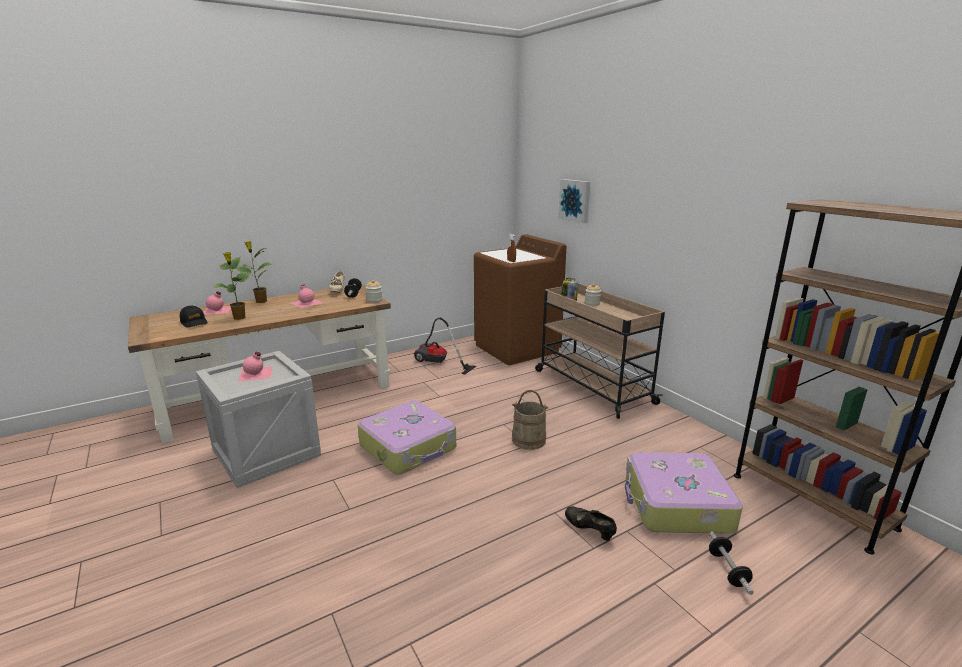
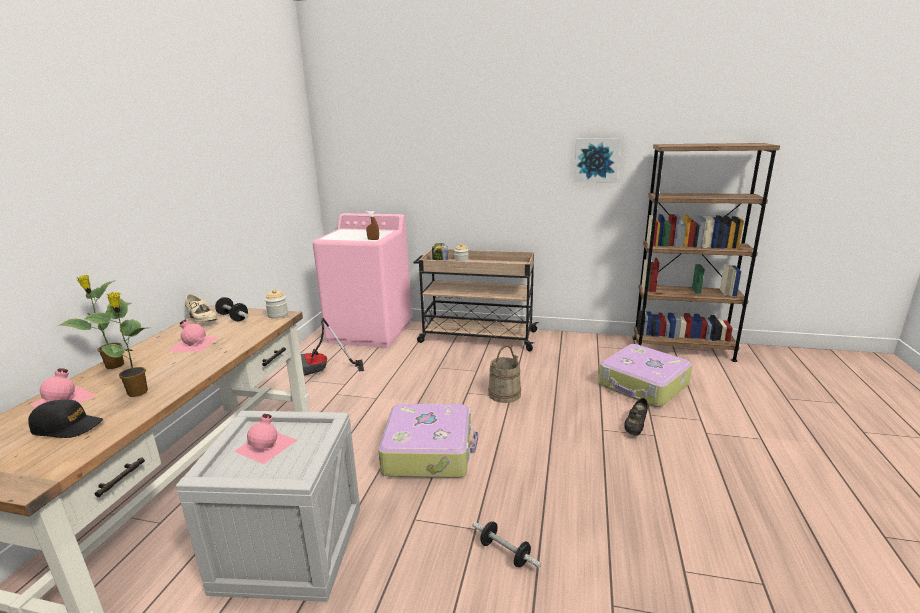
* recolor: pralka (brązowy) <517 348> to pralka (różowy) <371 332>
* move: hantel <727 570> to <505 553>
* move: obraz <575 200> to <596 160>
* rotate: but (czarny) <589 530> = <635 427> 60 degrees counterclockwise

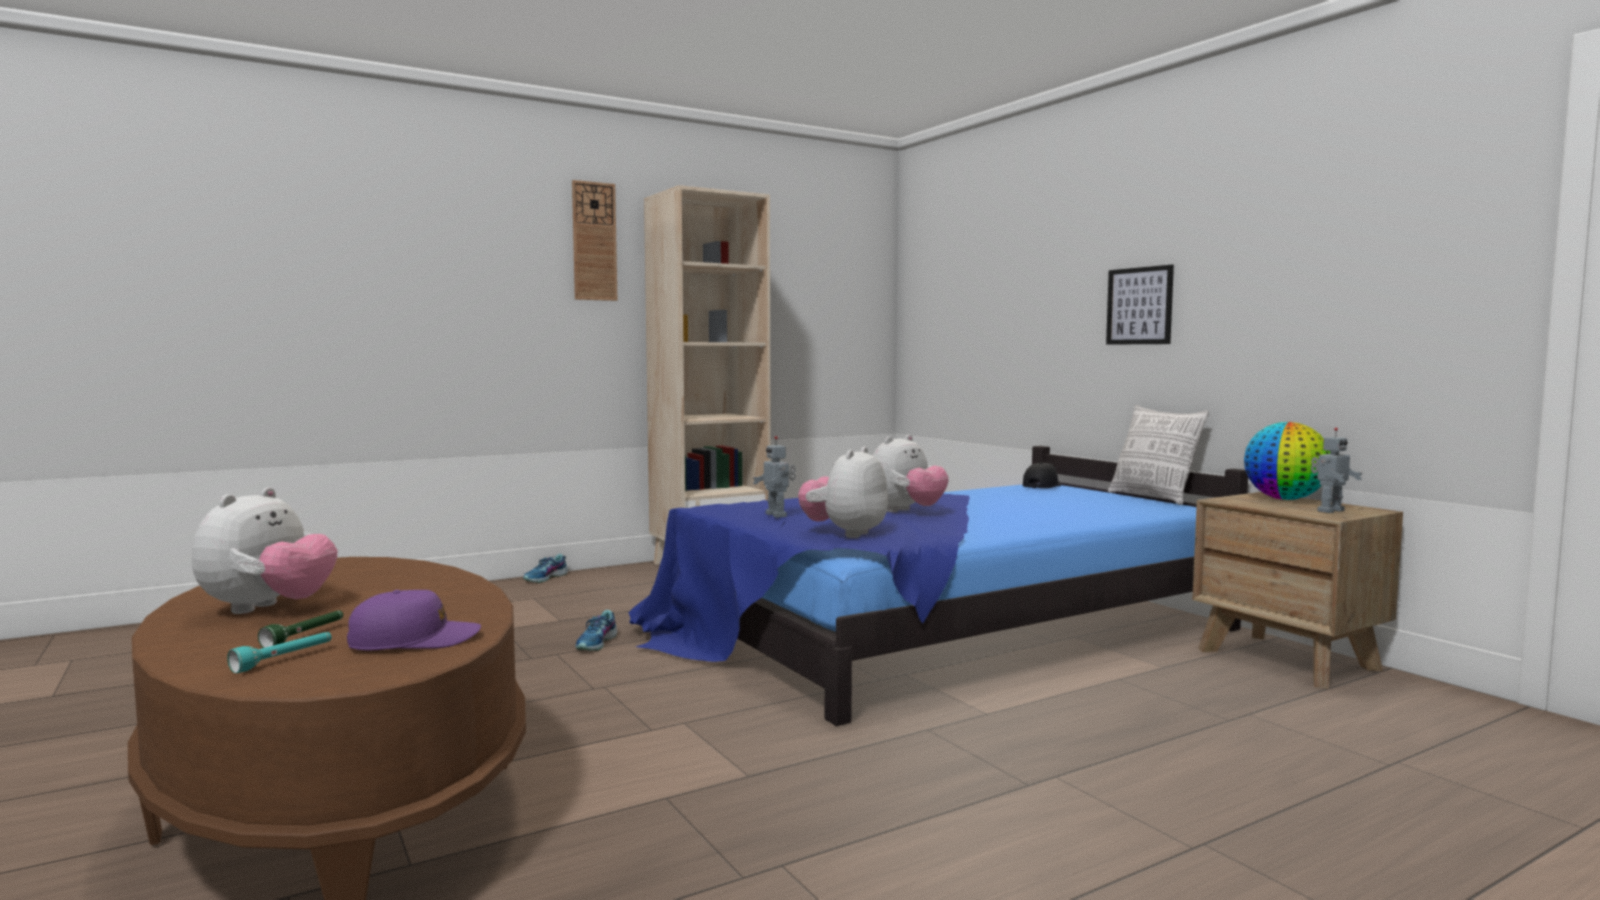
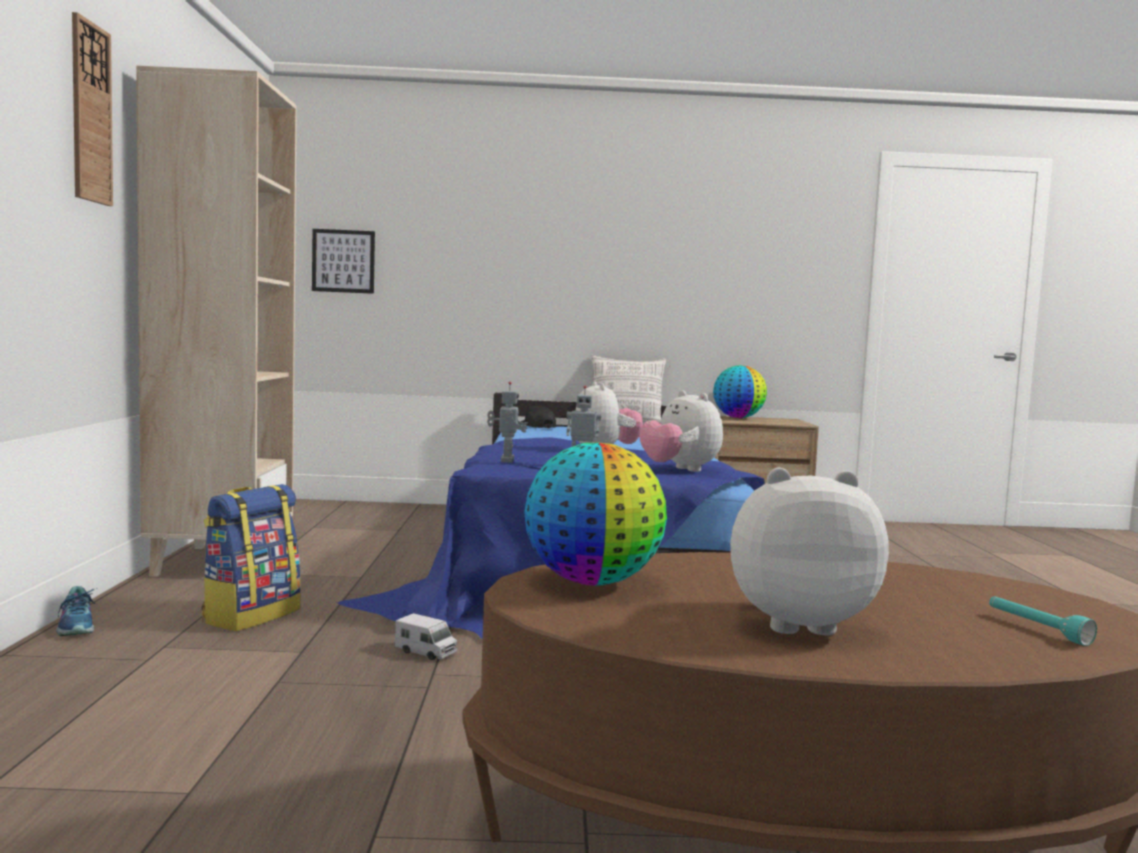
* insert: plecak <251 615>
* move: obraz <1139 306> to <343 261>
* replace: but <597 643> to ciężarówka zabawkowa <426 652>
* move: robot zabawkowy <1329 511> to <505 460>
* insert: globus <592 582>
* rotate: pluszak <268 609> = <796 623> 45 degrees counterclockwise
* delete: latarka (zielony) <305 636>
* delete: czapka z daszkiem (fioletowy) <414 640>

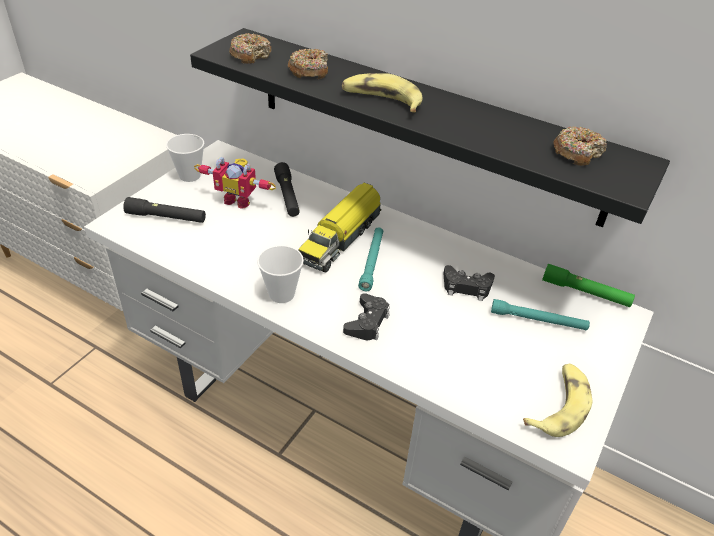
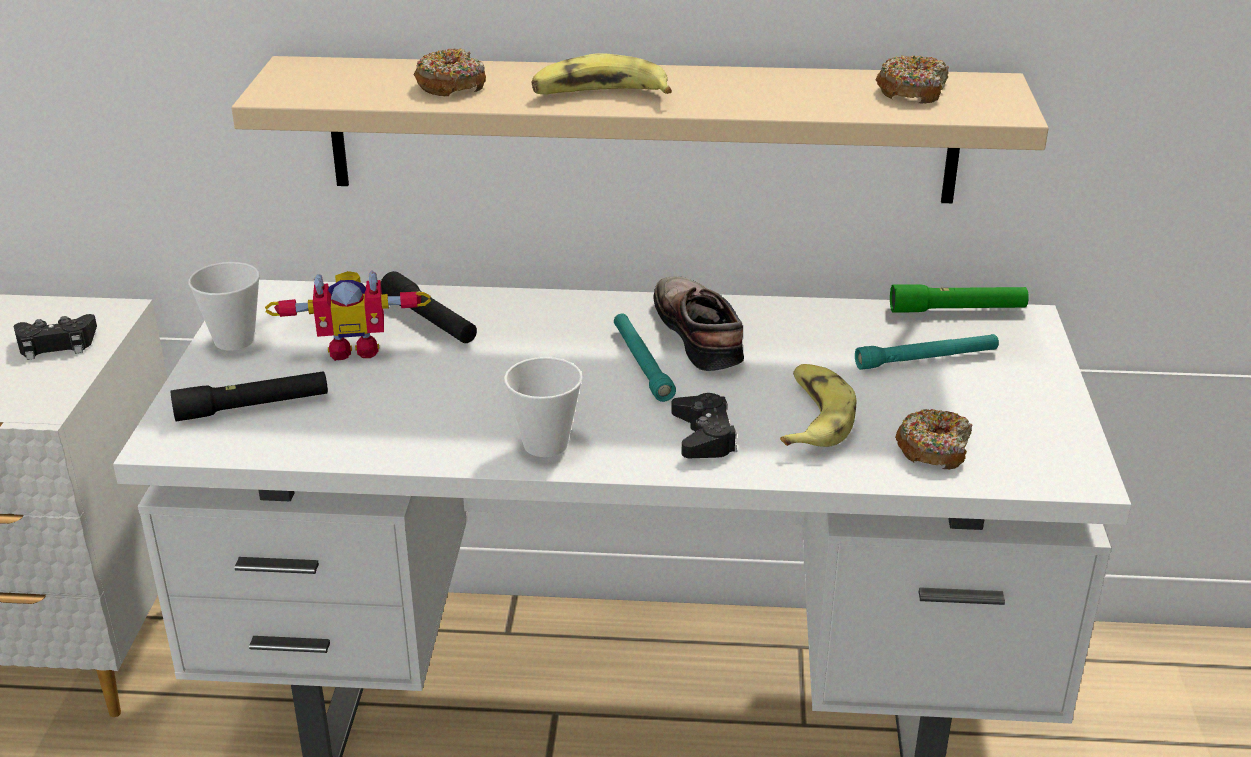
* move: pad do gier (czarny) <466 287> to <56 344>
* recolor: półka (czarny) <424 124> to półka (beżowy) <641 130>
* insert: but <703 334>
* move: banan <558 405> to <812 418>
* move: donut <250 55> to <933 449>
* delete: ciężarówka zabawkowa <341 237>

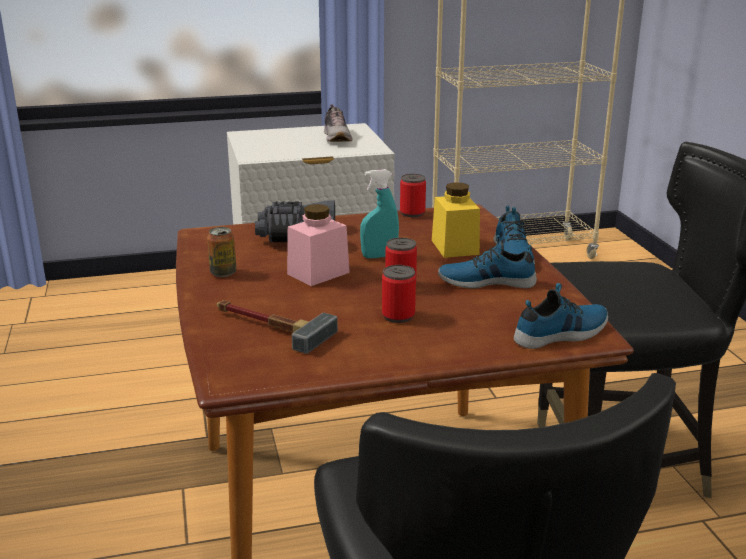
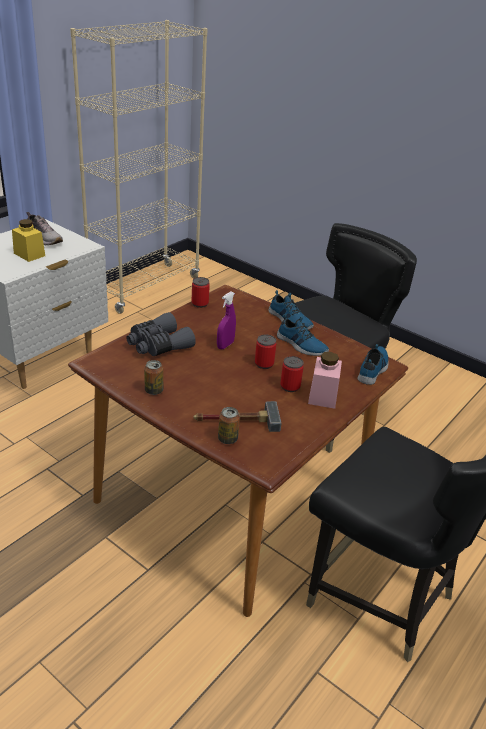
* move: słoik (żółty) <455 247> to <29 254>
* recolor: spryskiwacz (turkusowy) <379 256> to spryskiwacz (fioletowy) <225 345>
* insert: puszka <227 439>
* rotate: but <486 281> = <301 345> 105 degrees counterclockwise
* move: słoik (różowy) <318 273> to <323 396>

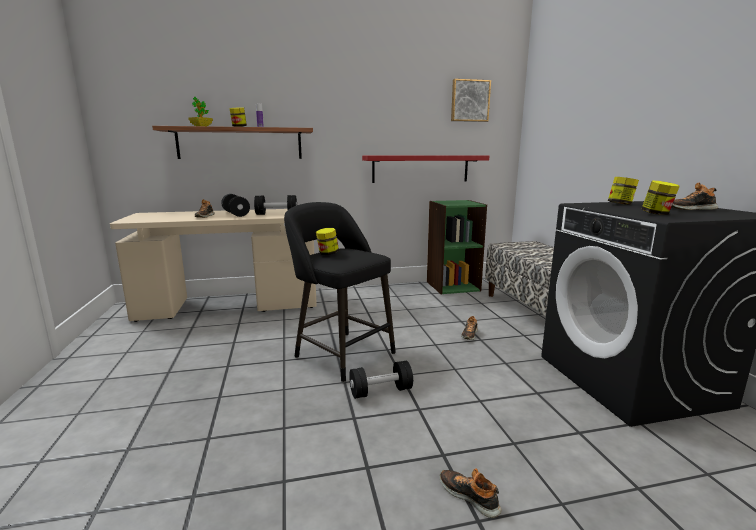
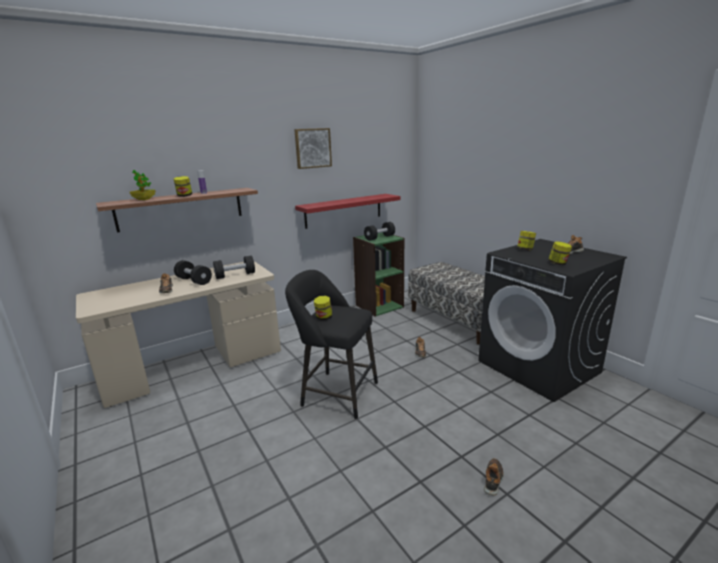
* move: obraz <469 101> to <312 148>
* move: hantel (czarny) <380 391> to <379 238>
* rotate: but <469 496> = <493 479> 90 degrees clockwise

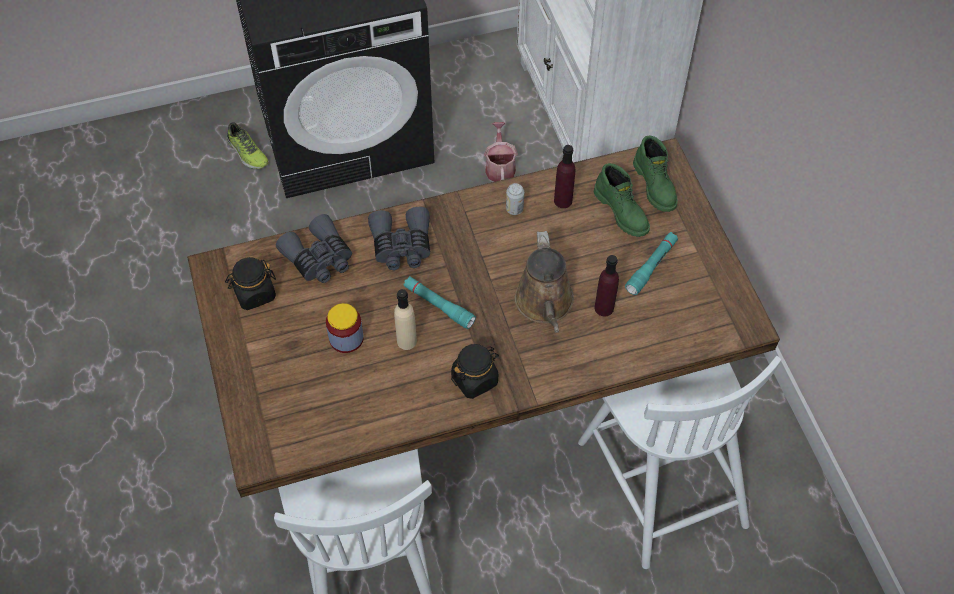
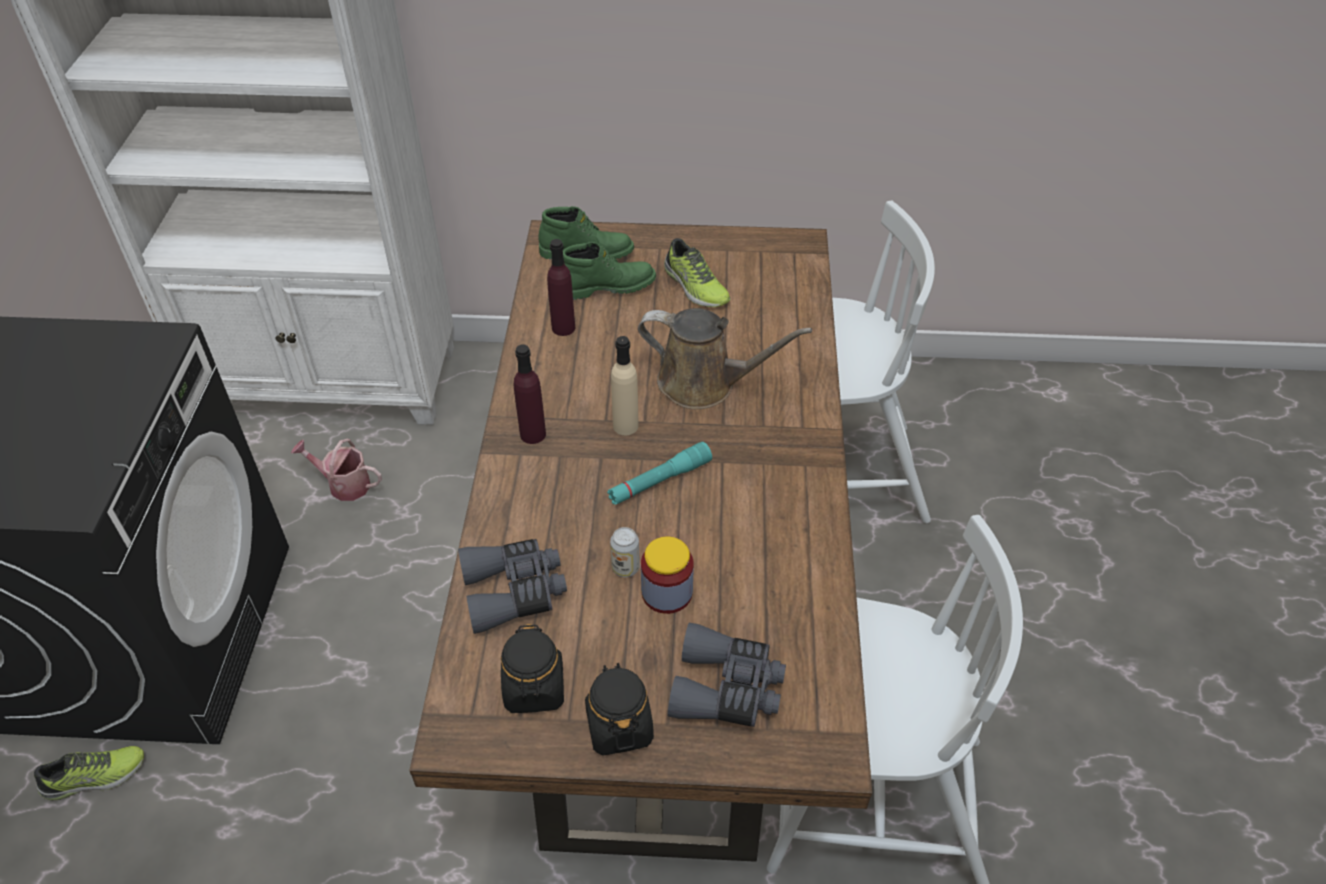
* move: butelka (fioletowy) <604 308> to <533 434>
* move: słoik (czarny) <475 379> to <619 726>
* move: puszka <514 209> to <625 568>
* move: butelka (beżowy) <406 341> to <625 426>
* replace: latarka (turkusowy) <651 266> to but <695 286>
* move: lornetka (szary) <401 246> to <727 688>

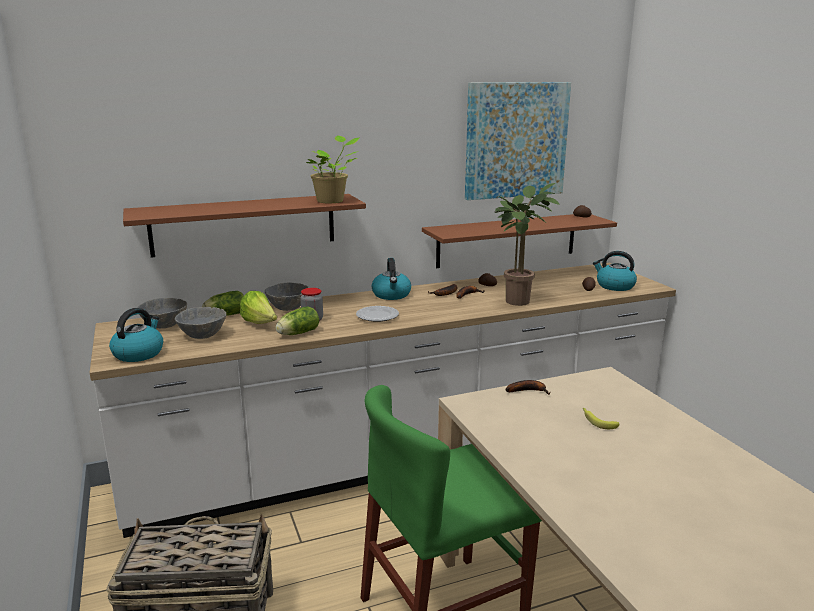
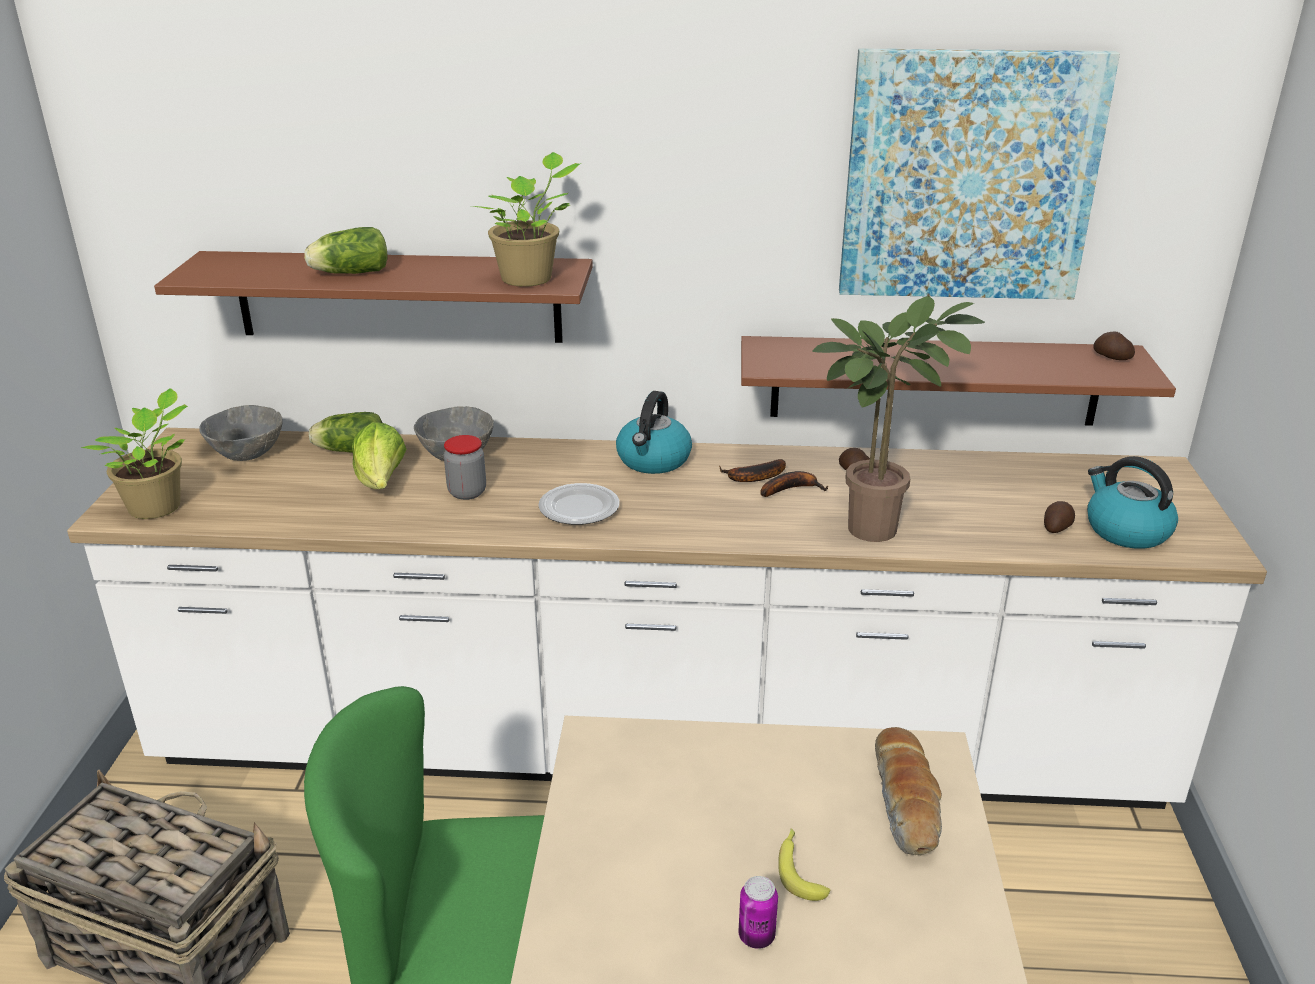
* replace: czajnik <139 353> to roślina doniczkowa <159 507>
* move: sałata <297 334> to <348 273>
* insert: puszka <756 936>
* insert: chleb <907 803>
* delete: miska (szary) <202 335>
* delete: banan <528 391>

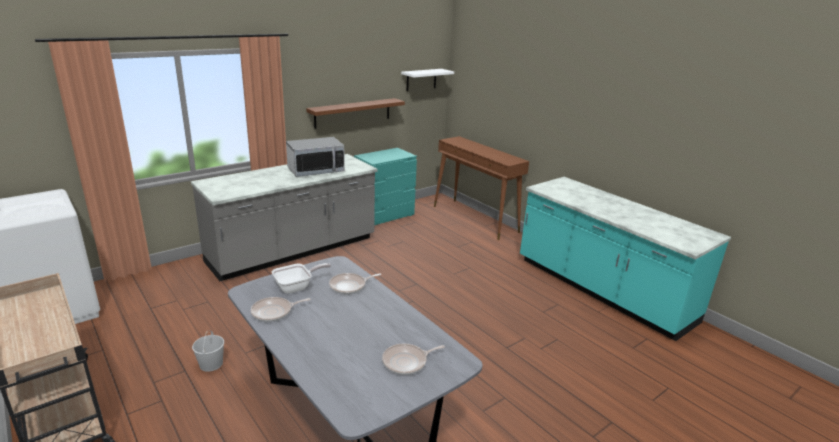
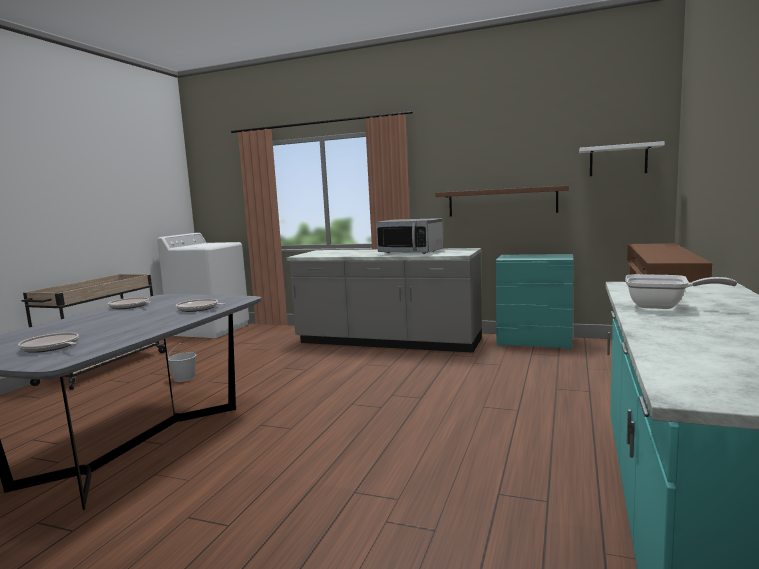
* move: patelnia <297 287> to <663 306>

